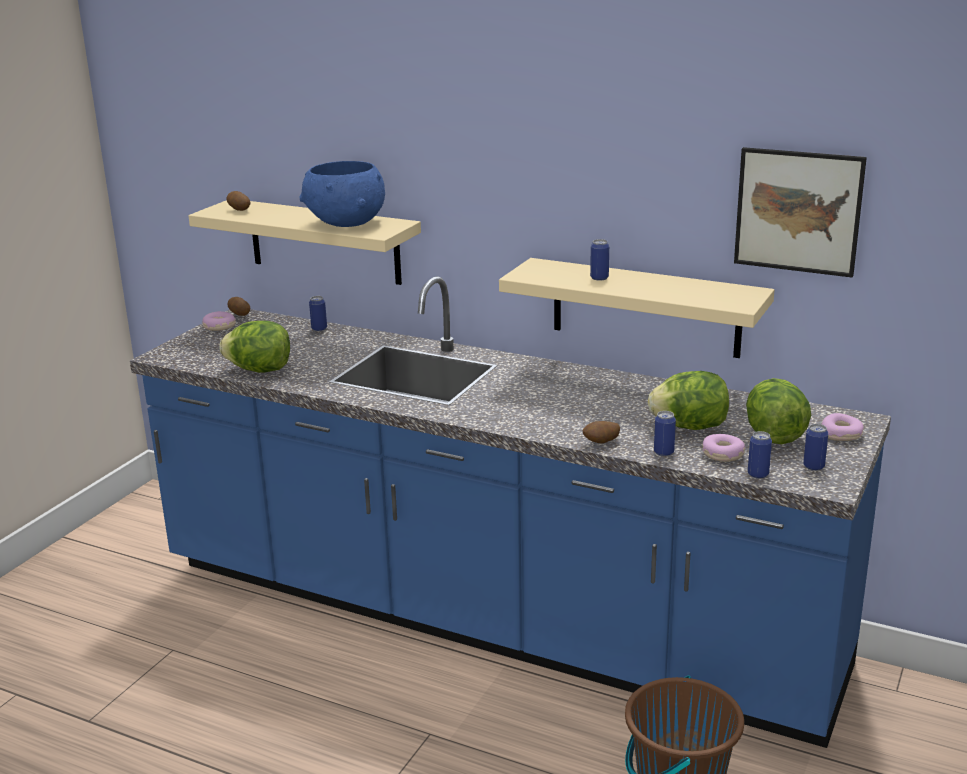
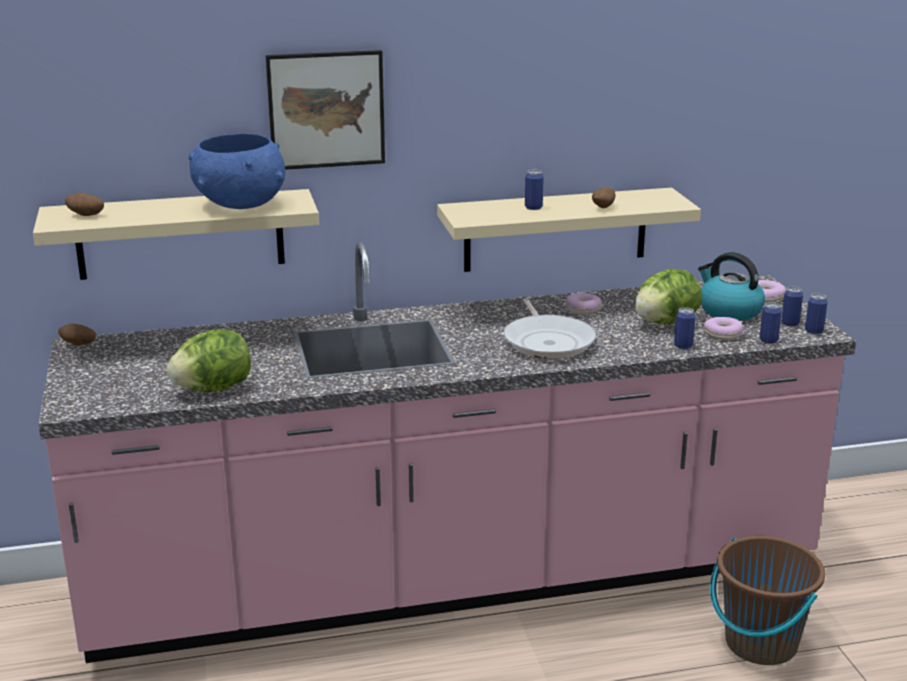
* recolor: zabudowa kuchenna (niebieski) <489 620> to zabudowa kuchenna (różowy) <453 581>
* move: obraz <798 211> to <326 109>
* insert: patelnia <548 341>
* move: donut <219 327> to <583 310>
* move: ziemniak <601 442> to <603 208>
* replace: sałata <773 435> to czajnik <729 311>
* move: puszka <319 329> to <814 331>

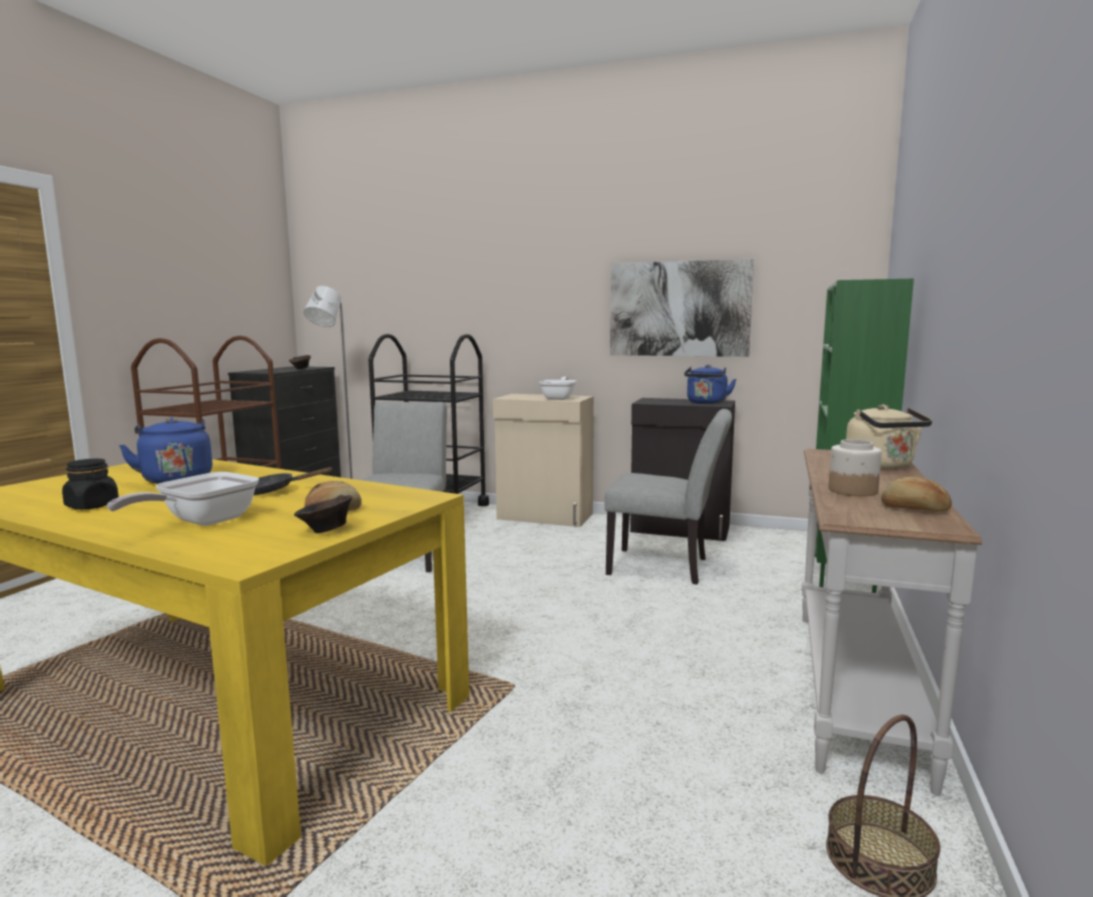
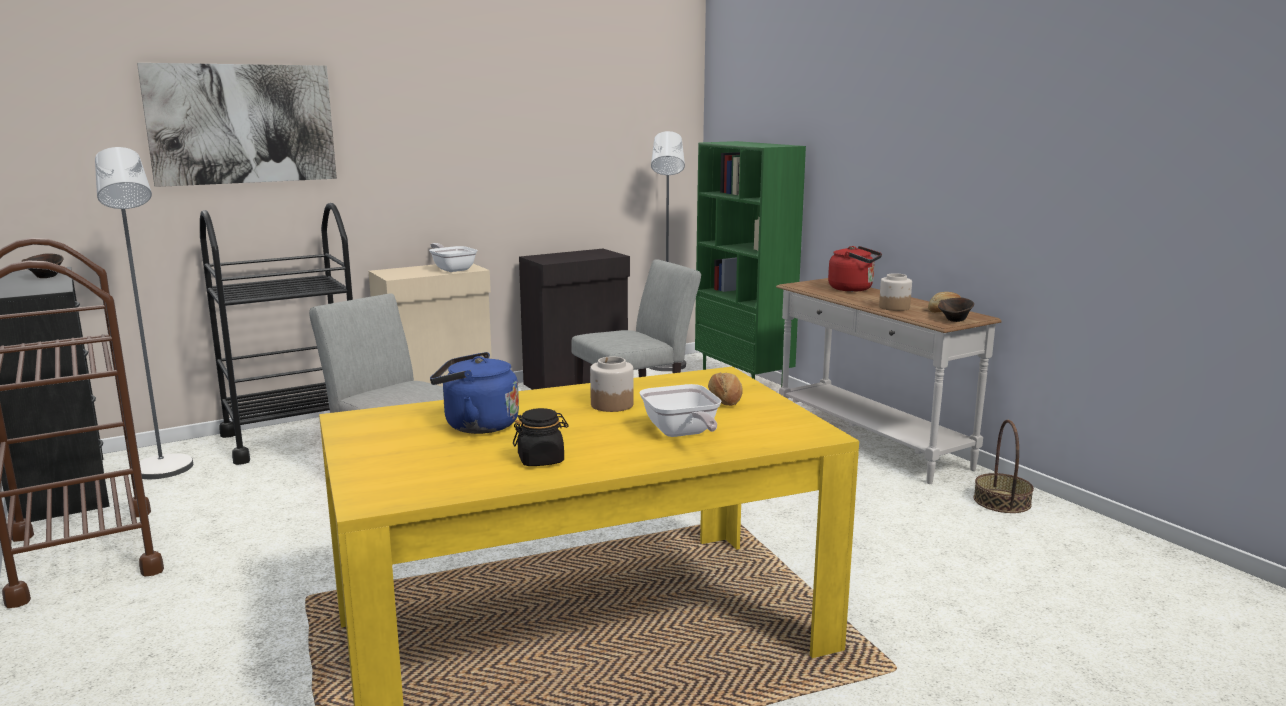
* move: obraz <679 309> to <242 124>
* replace: patelnia (czarny) <272 491> to słoik <611 405>
* insert: lampa stojąca (szary) <666 367>
* recolor: czajnik (beżowy) <882 466> to czajnik (czerwony) <853 289>
* move: miska (brązowy) <325 531> to <955 320>
* delete: czajnik (niebieski) <706 403>

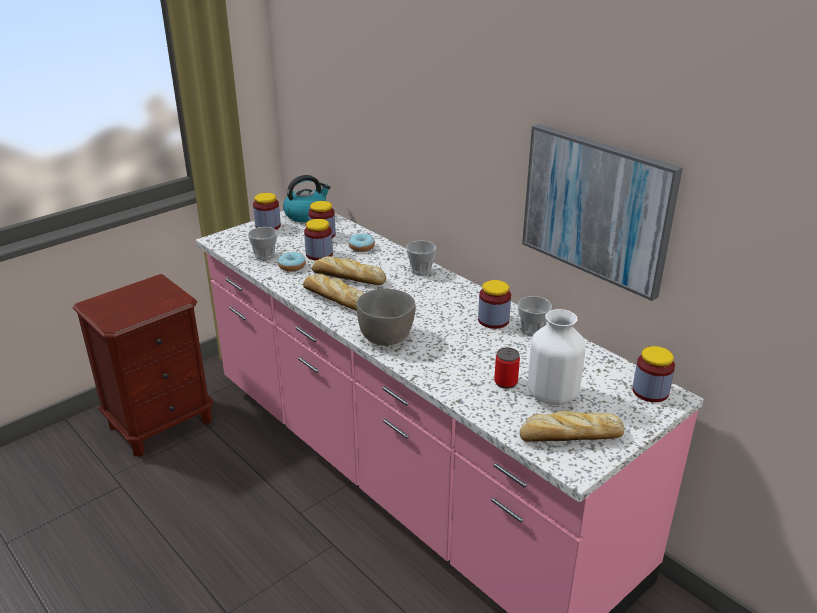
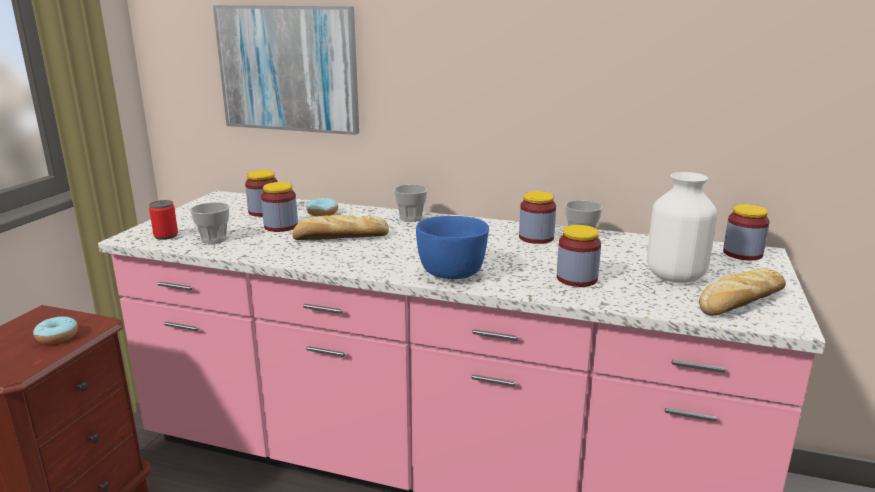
* move: donut <292 266> to <57 337>
* move: puszka <505 382> to <166 236>
* move: obraz <597 208> to <289 69>
* recolor: miska (szary) <387 337> to miska (niebieski) <452 272>
* move: słoik <268 226> to <576 279>
* delete: czajnik <306 215>
* delete: chleb <335 298>

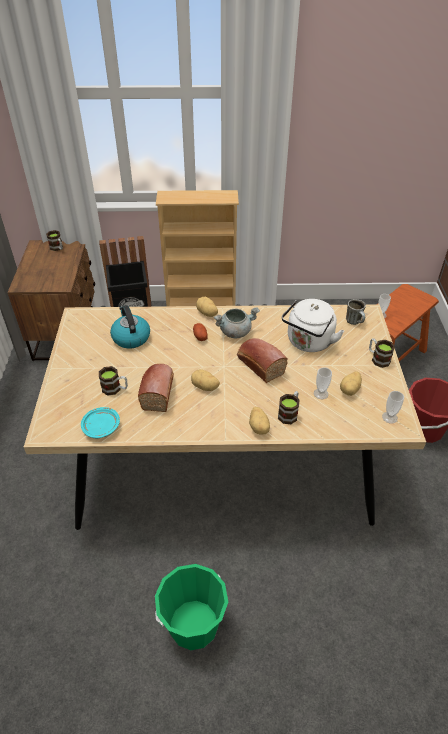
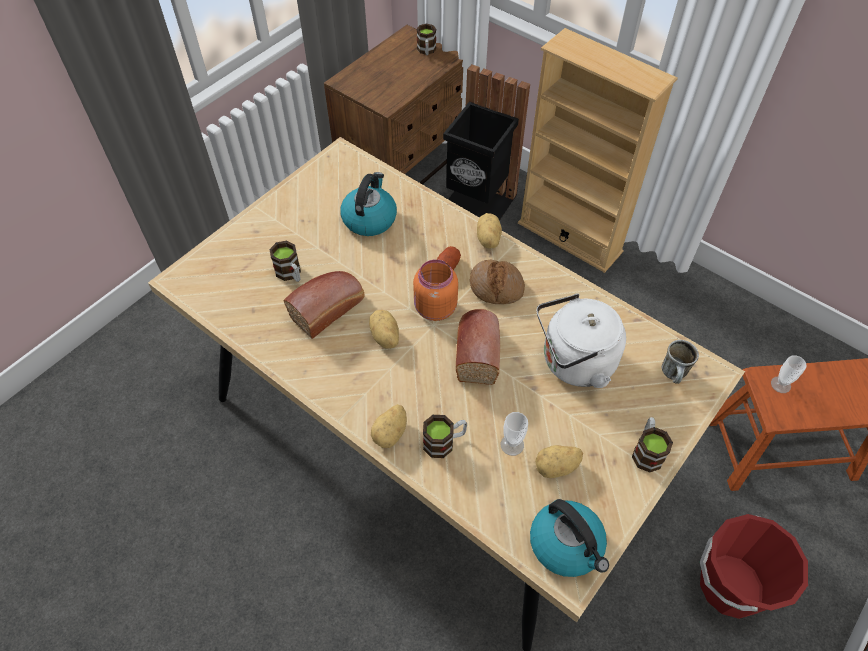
* insert: słoik (pomarańczowy) <434 308>
* replace: garnek (szary) <235 331> to chleb <496 286>
* replace: filiżanka <389 417> to czajnik <567 545>
* delete: talerz (turkusowy) <101 426>
* delete: wiadro (zielony) <193 624>

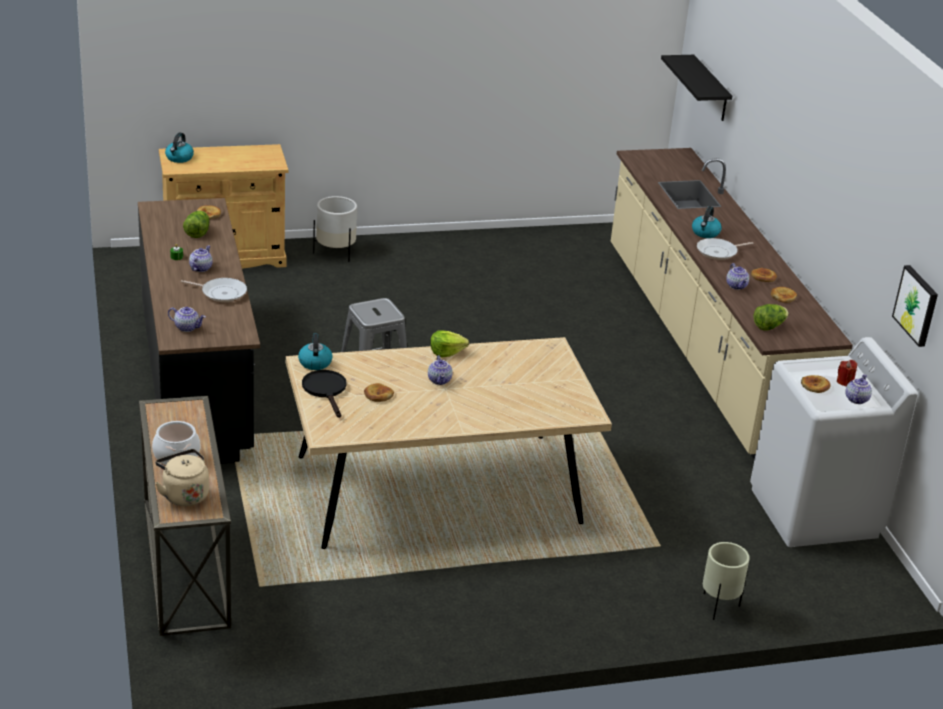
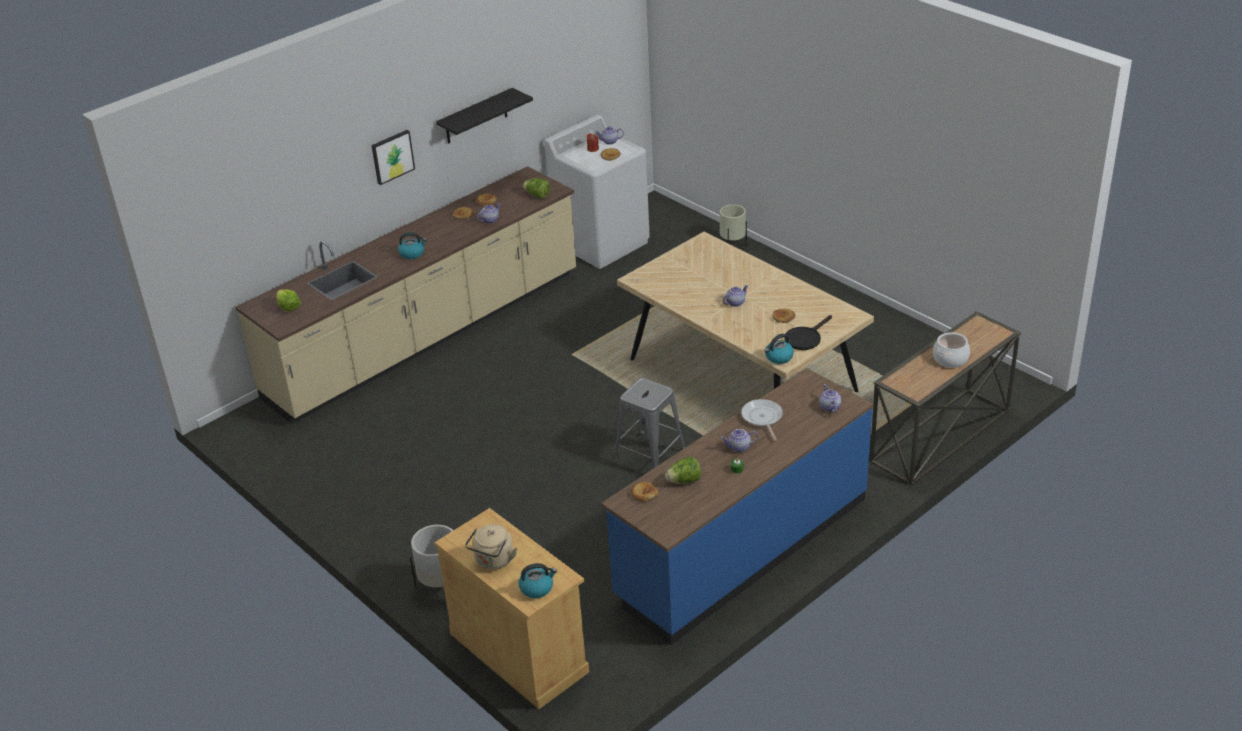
* move: sałata <446 352> to <288 307>
* move: obraz <917 305> to <392 156>
* move: półka (czarny) <710 89> to <476 117>
* move: czajnik (beżowy) <184 494> to <493 561>
* recolor: zabudowa kuchenna (czarny) <197 380> to zabudowa kuchenna (niebieski) <741 547>
* delete: patelnia <719 252>

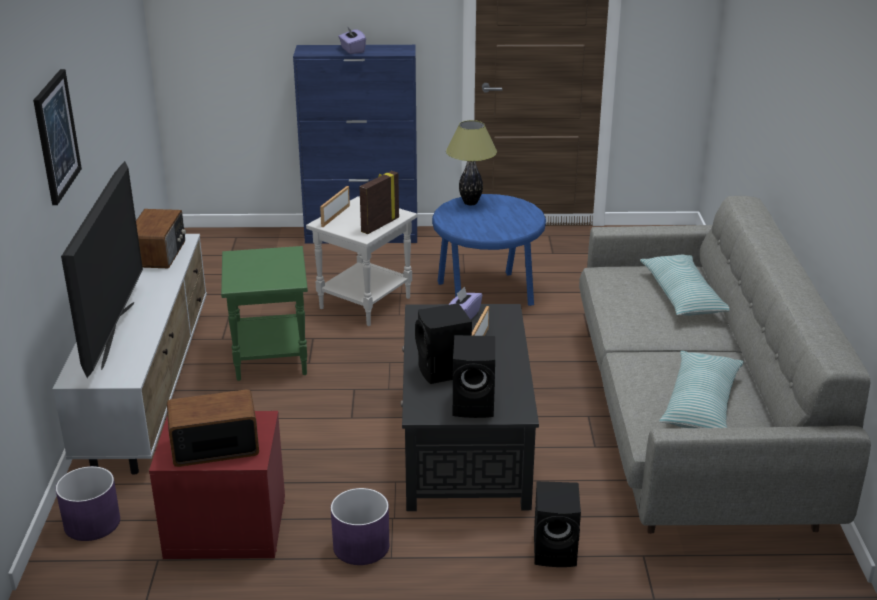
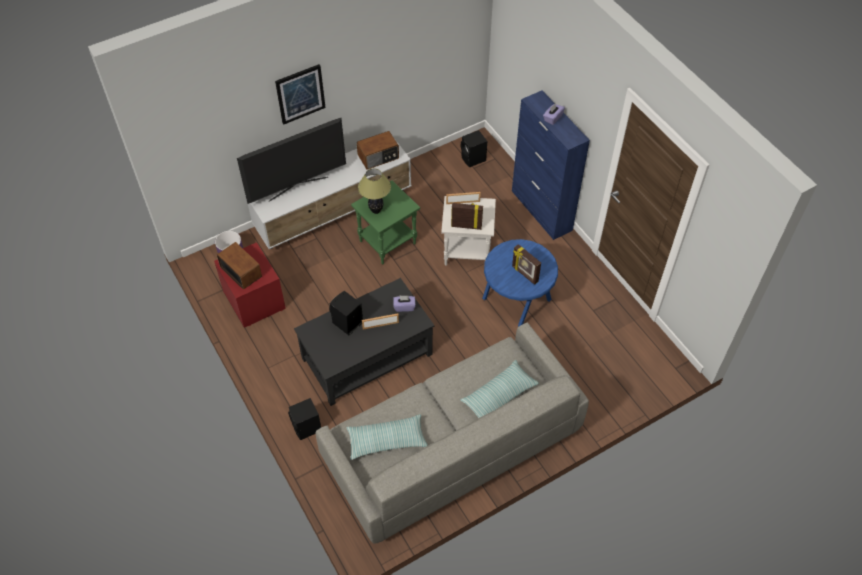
* move: lampa stołowa <470 203> to <376 210>
* move: głośnik (czarny) <475 404> to <473 159>
* insert: ramka na zdjęcie <524 274>
* delete: donica (fioletowy) <360 546>

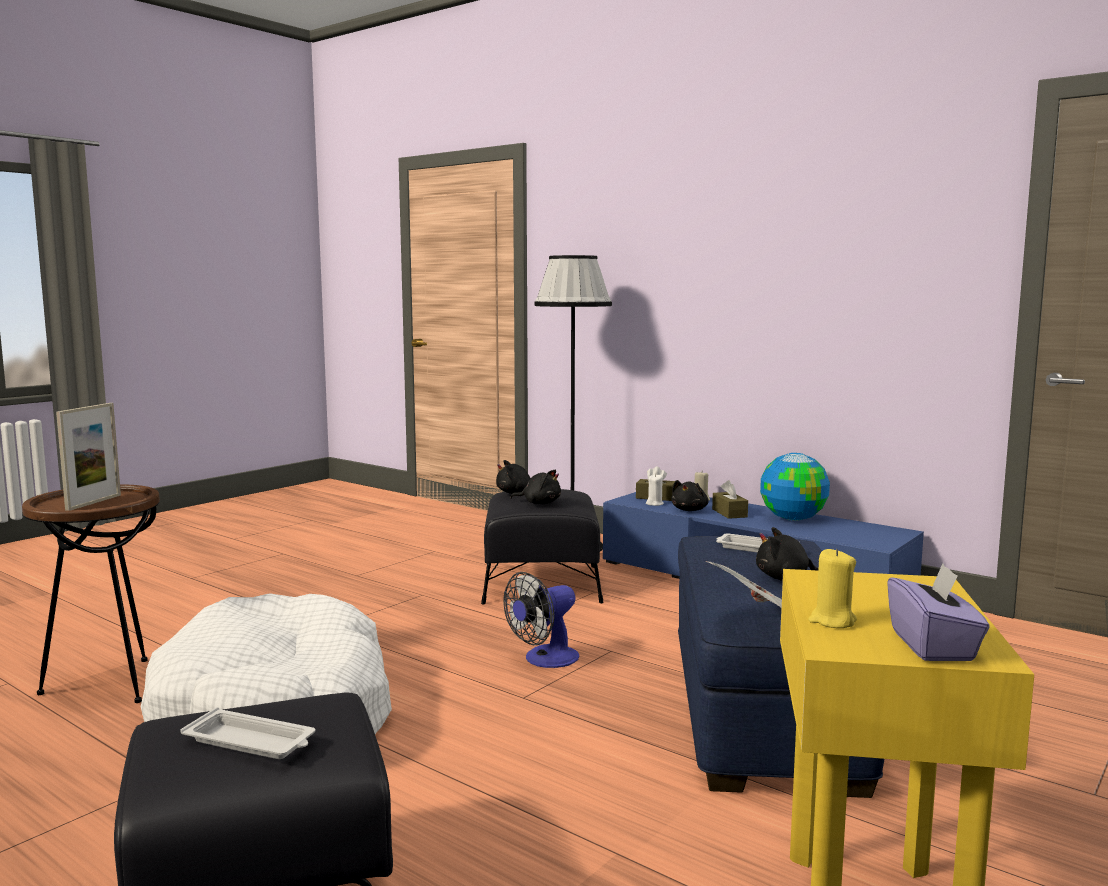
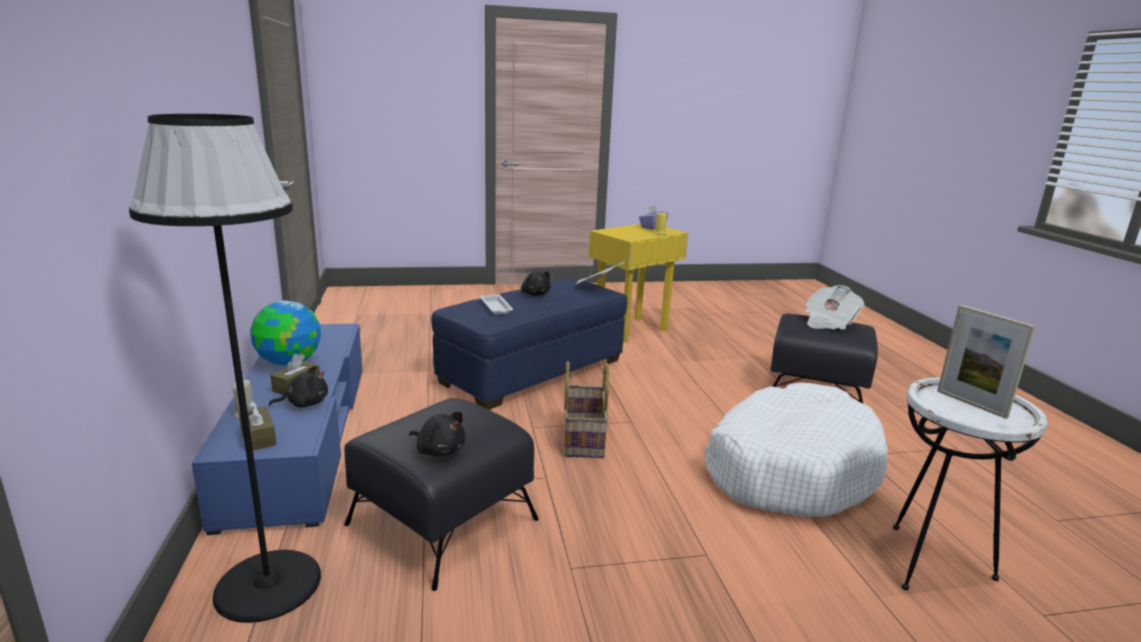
* replace: wentylator <544 660> to koszyk <582 439>
* replace: taca (biały) <251 742> to gazeta <828 322>
* recolor: stolik (brązowy) <108 684> to stolik (biały) <930 563>
* rotate: ramka na zdjęcie <94 502> = <971 404> 90 degrees counterclockwise
* delete: pluszak (czarny) <539 503>
* delete: świeca (biały) <654 504>

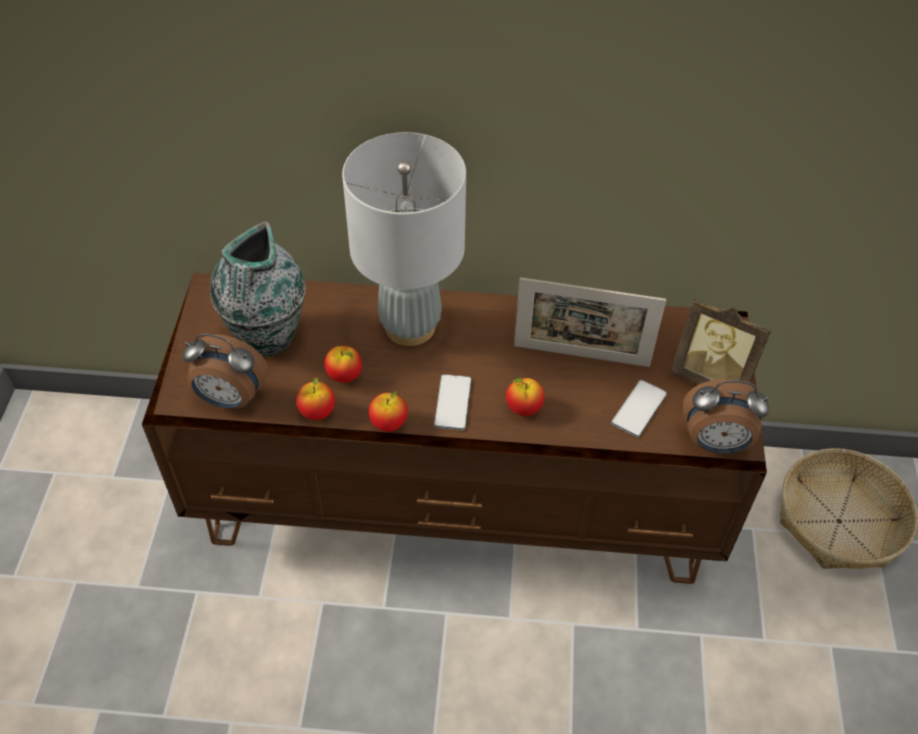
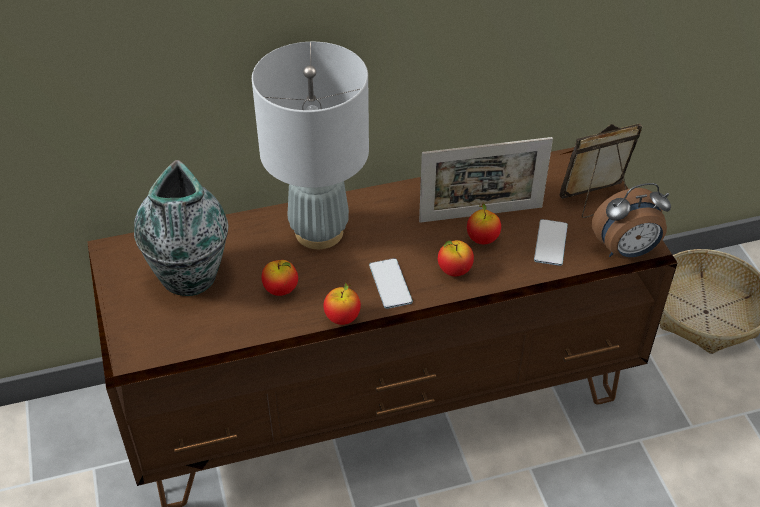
* move: jabłko <317 412> to <482 239>
* rotate: ramka na zdjęcie <711 377> = <596 201> 150 degrees clockwise
* delete: budzik <231 399>

